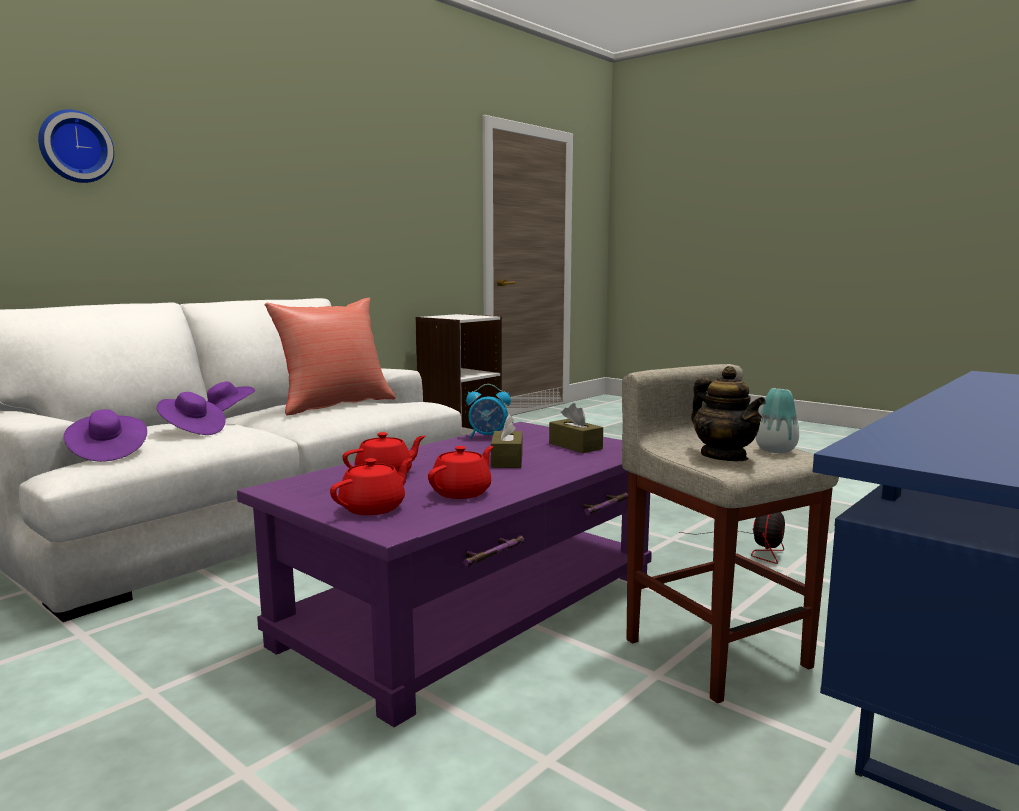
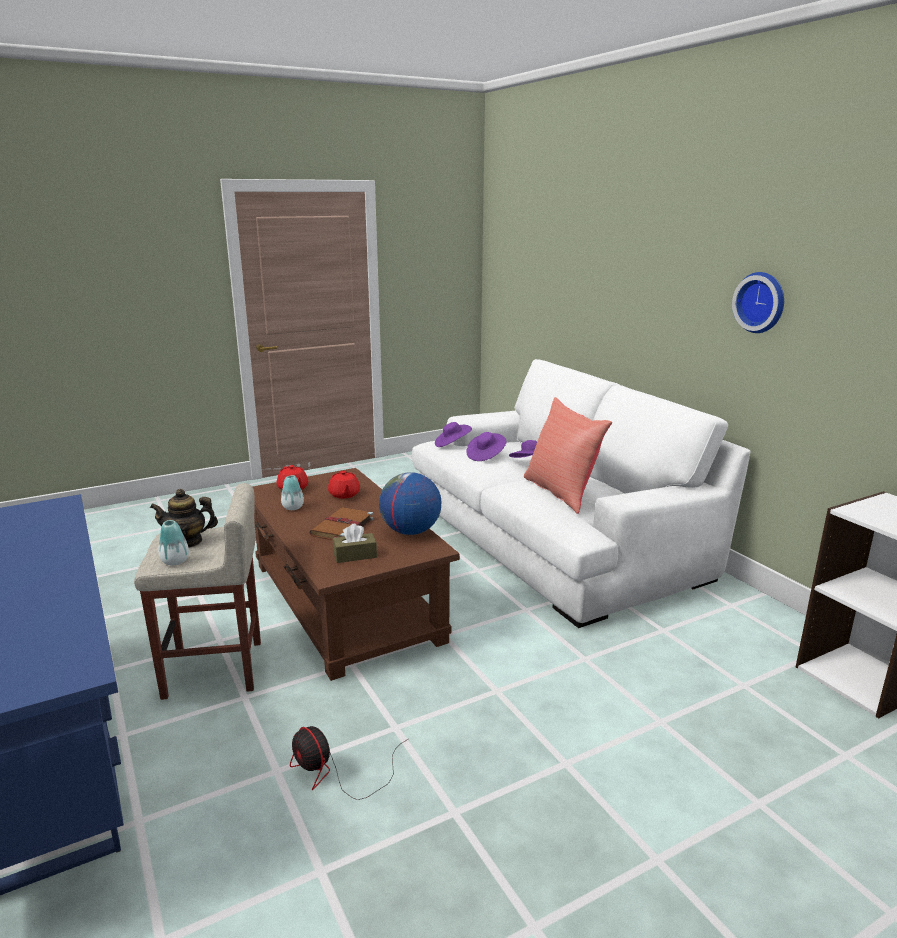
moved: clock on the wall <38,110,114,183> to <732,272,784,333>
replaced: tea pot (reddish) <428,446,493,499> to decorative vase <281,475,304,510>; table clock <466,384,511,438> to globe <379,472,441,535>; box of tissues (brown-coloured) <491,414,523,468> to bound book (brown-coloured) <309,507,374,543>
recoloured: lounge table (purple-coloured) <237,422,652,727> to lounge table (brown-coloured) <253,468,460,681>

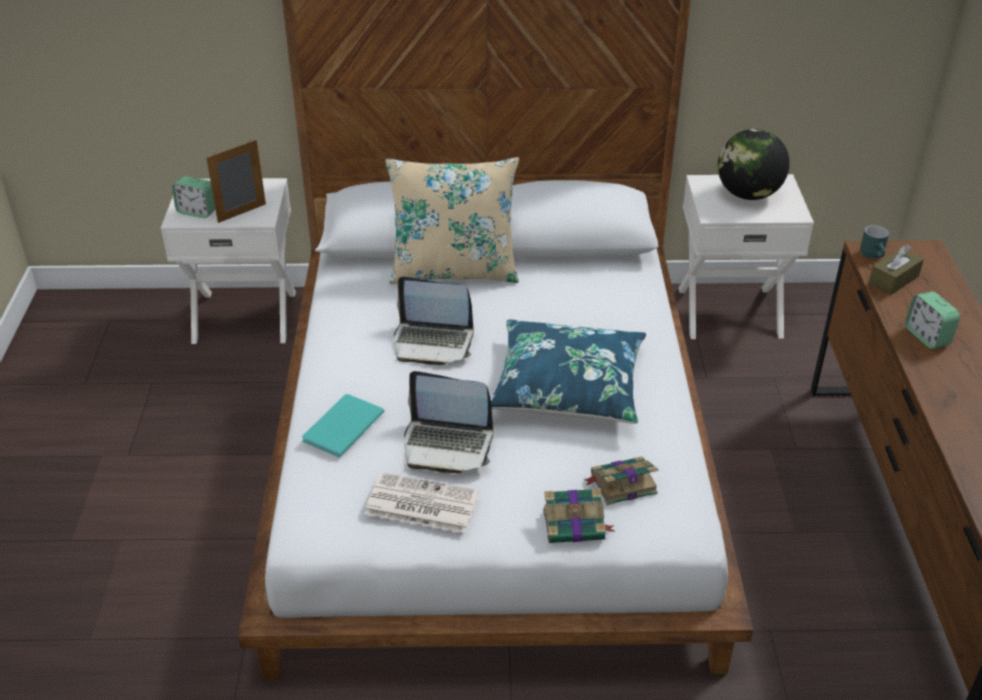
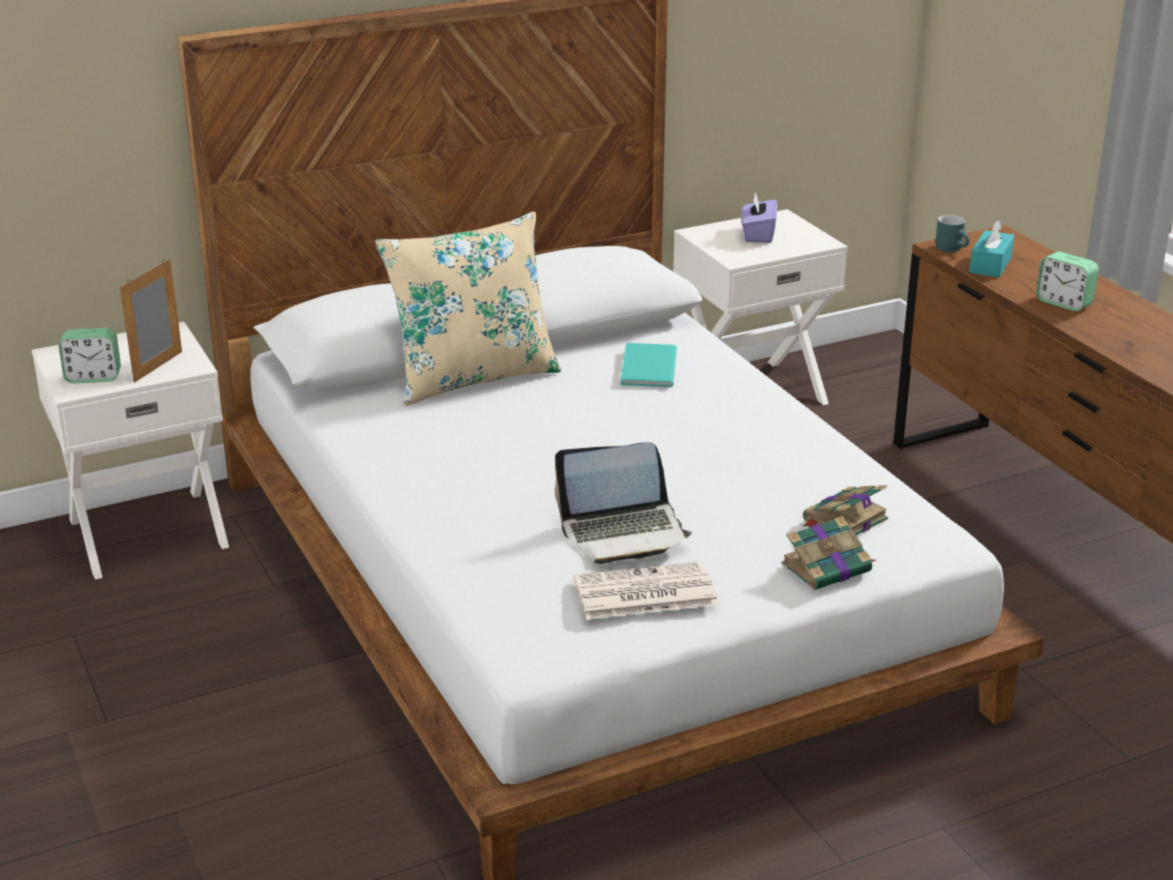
removed: notebook computer <394,277,474,365>; throw pillow (blue) <490,320,646,424>
moved: bound book (turquoise-coloured) <302,394,384,457> to <621,343,677,387>
replaced: globe <718,129,790,200> to box of tissues (purple-coloured) <741,191,777,243>
recoloured: box of tissues (brown-coloured) <869,245,924,295> to box of tissues (turquoise-coloured) <969,220,1014,278>

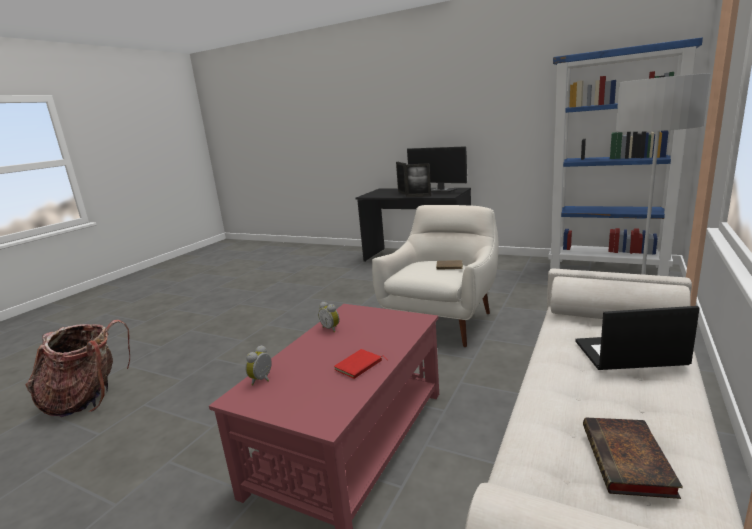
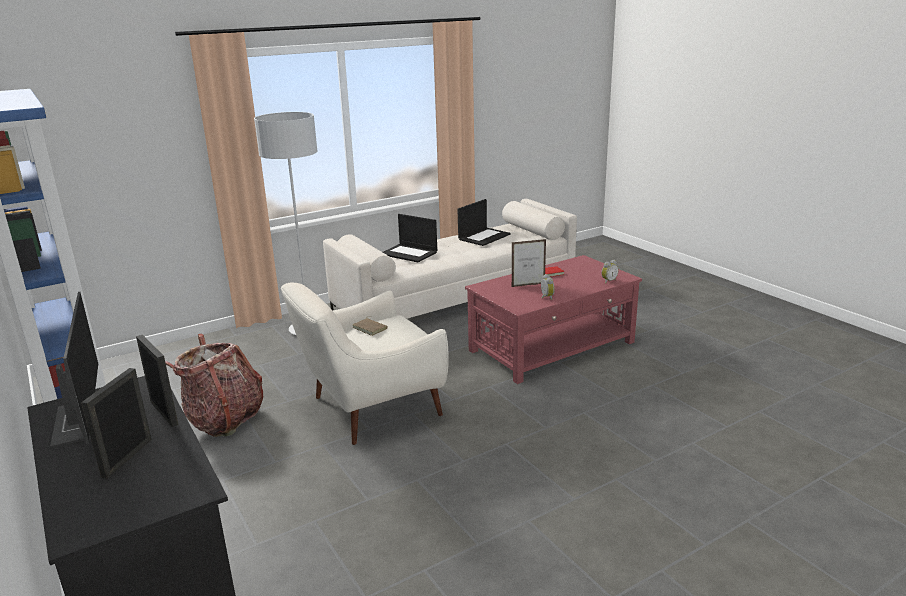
added: picture frame <512,239,546,287>
moved: knapsack <25,320,130,417> to <165,334,263,437>
replaced: bound book <583,417,683,499> to notebook computer <458,199,511,246>

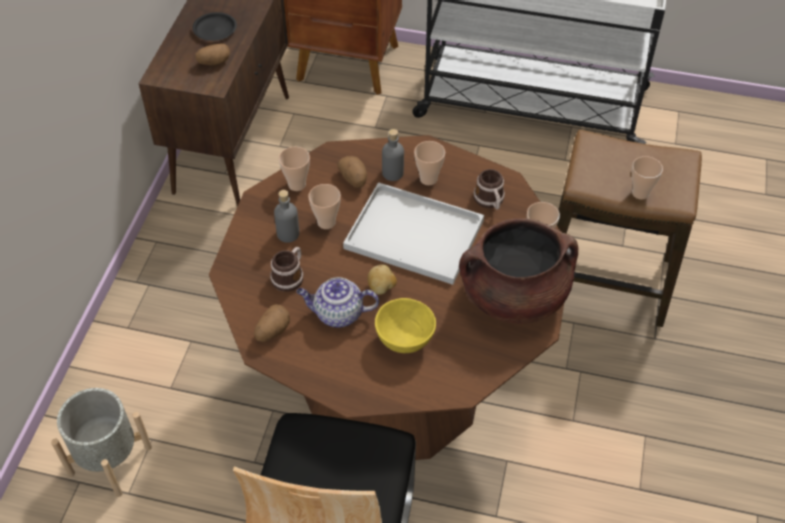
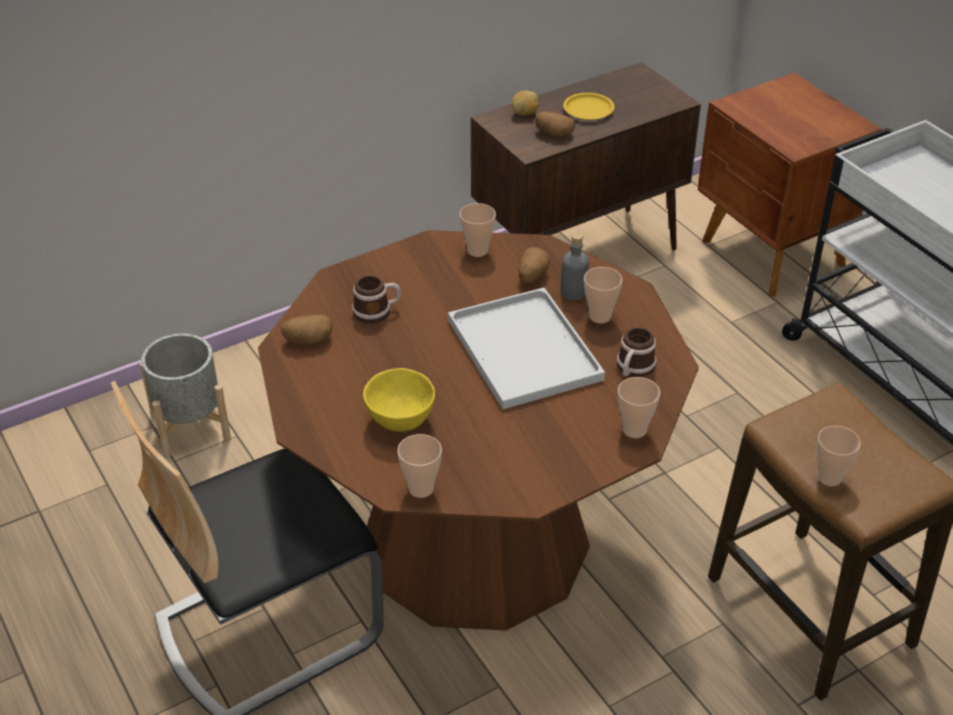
removed: beverage bottle (gray) <274,190,299,243>; tea pot <296,277,379,328>; stockpot (brown-coloured) <459,218,578,324>
moved: drinking cup <308,184,341,229> to <397,434,442,498>; whole potato <367,265,397,295> to <512,90,538,115>
recoloured: flat dish (black) <192,12,237,41> to flat dish (yellowish) <563,93,615,120>

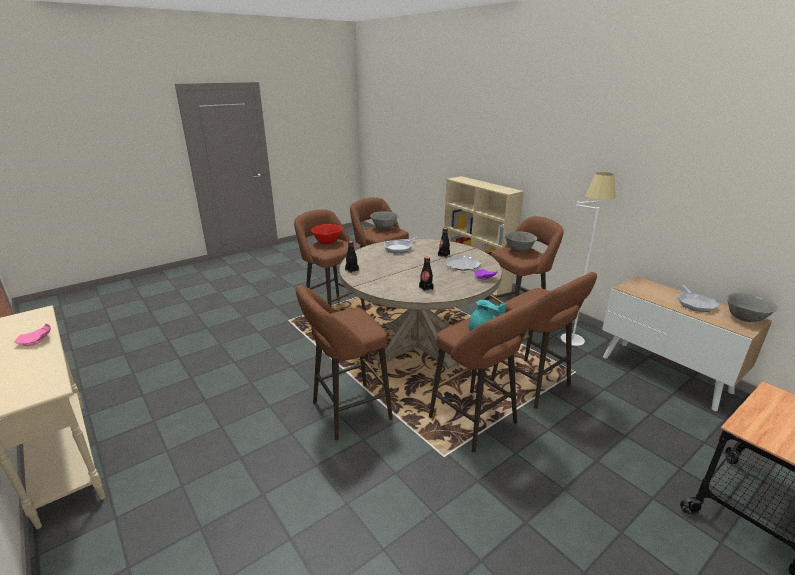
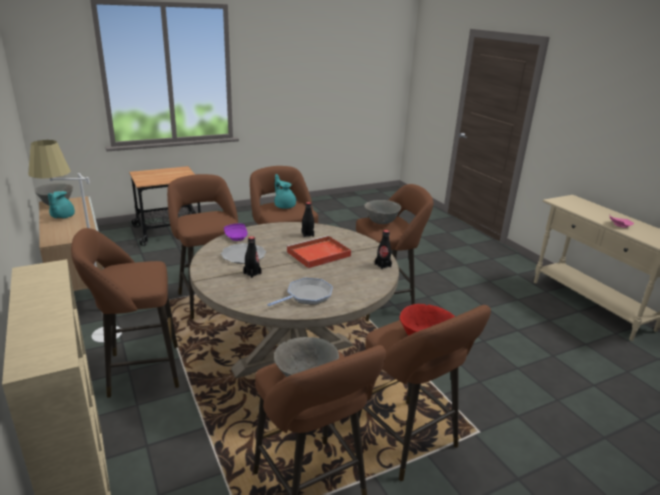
added: tray (reddish) <286,235,351,268>
moved: serving bowl (gray) <505,231,537,252> to <364,200,401,224>
replaced: pan <677,284,719,312> to tea pot (turquoise-coloured) <48,191,75,219>

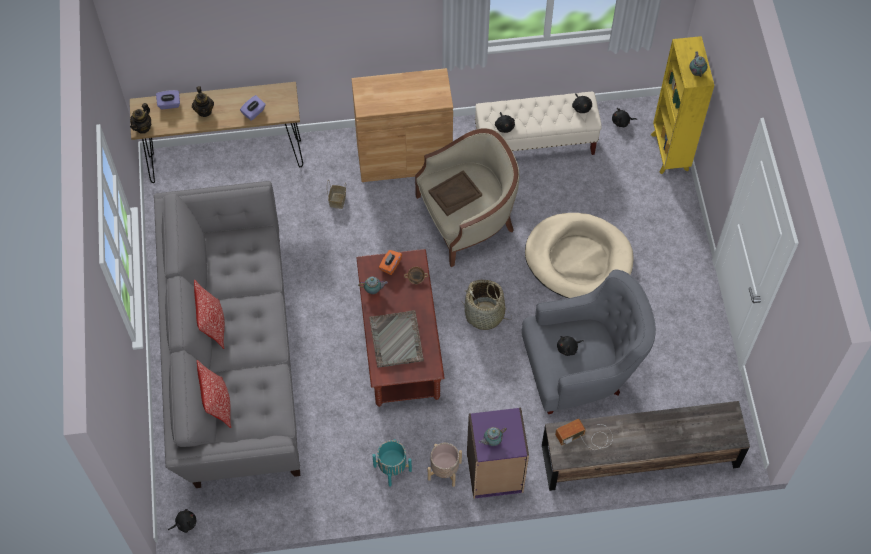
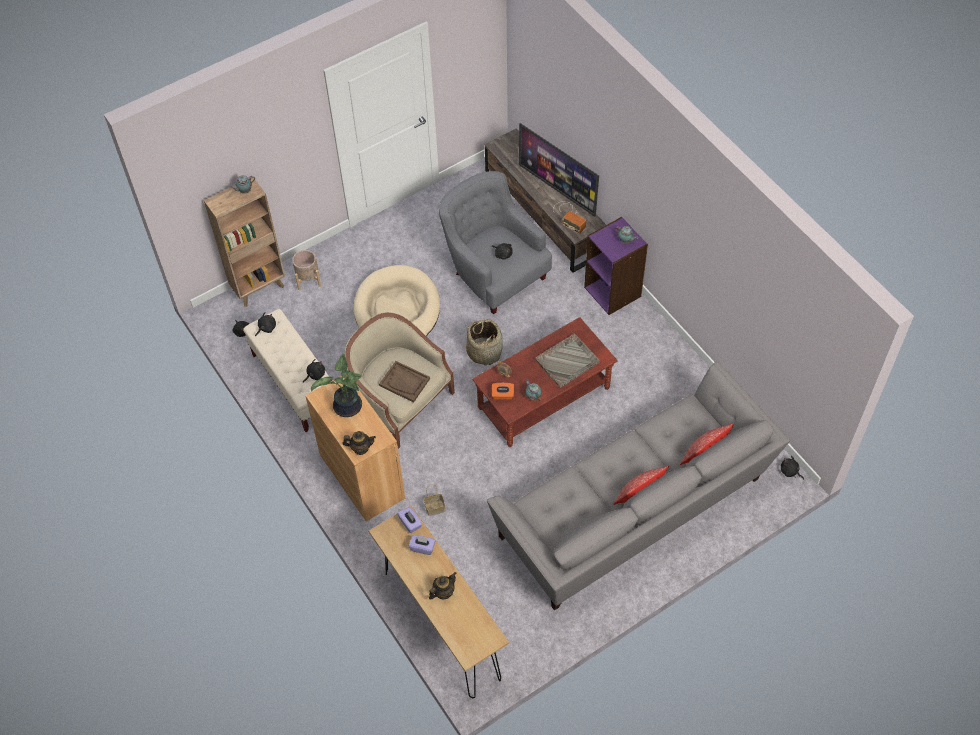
removed: flower pot (turquoise-coloured) <372,439,412,487>
added: houseplant <311,353,362,417>; television <519,123,599,217>
moved: tea pot <130,103,152,134> to <343,431,376,455>; box of tissues (purple-coloured) <156,90,180,109> to <397,507,422,533>; flower pot (sand-coloured) <428,443,462,487> to <292,250,321,290>
recoloured: shelving unit (yellowish) <651,36,714,174> to shelving unit (brown-coloured) <204,178,285,307>

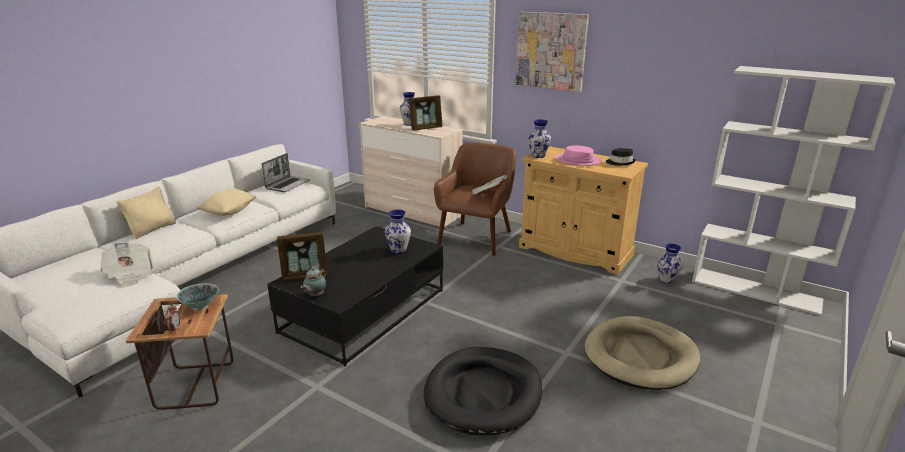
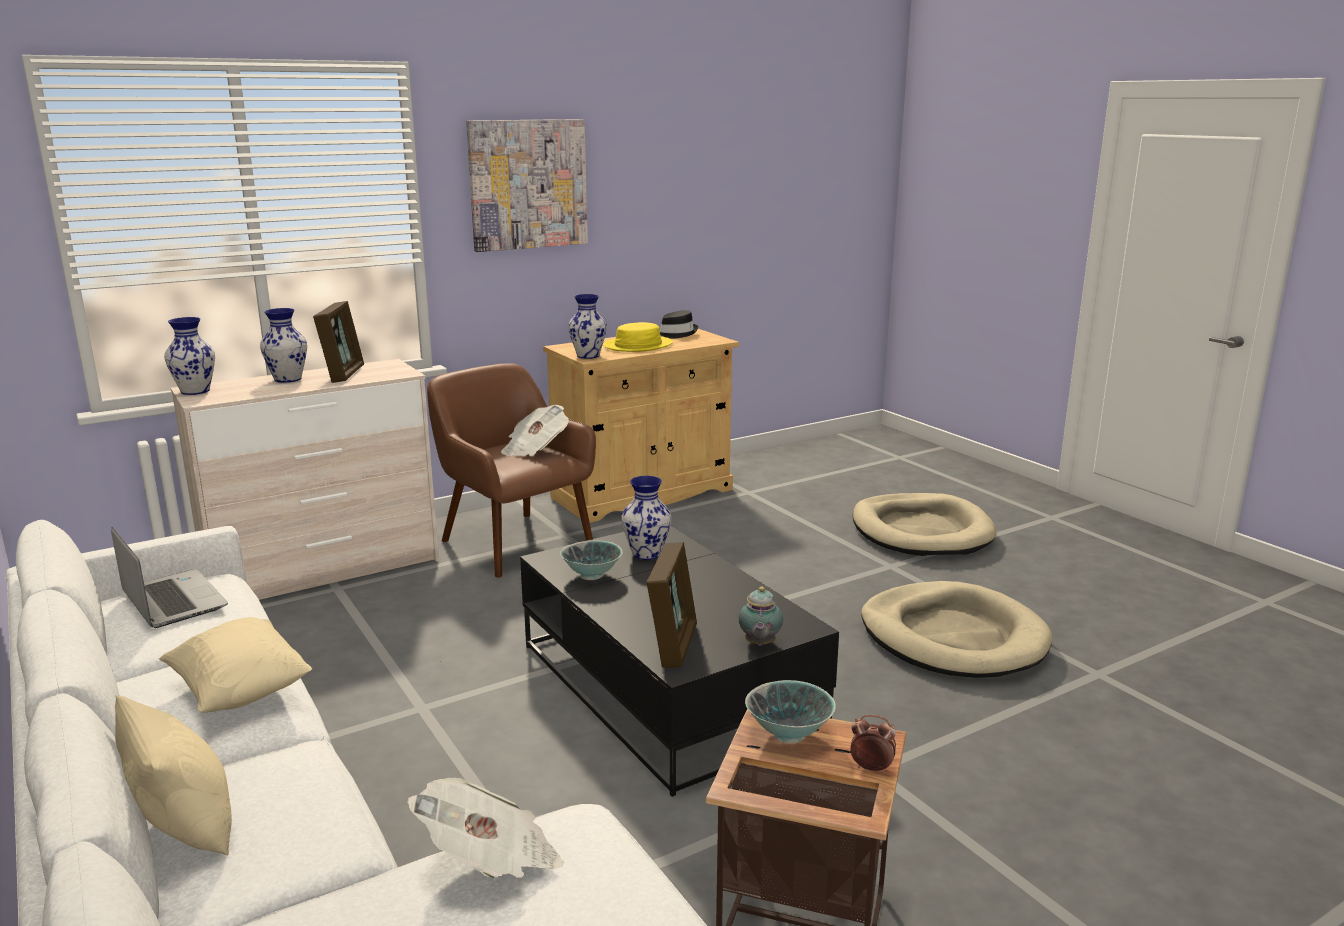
removed: shelving unit (white-coloured) <692,66,895,316>
added: serving bowl <560,540,622,580>
moved: decorative vase <657,243,683,284> to <164,317,215,395>
recoloured: dog bed (black) <424,347,542,435> to dog bed (sand-coloured) <861,581,1053,678>; wearable hat (pink-coloured) <555,145,602,166> to wearable hat (yellowish) <603,322,673,352>
turned: tea pot <301,267,326,297> = <739,587,783,646> 45 degrees clockwise

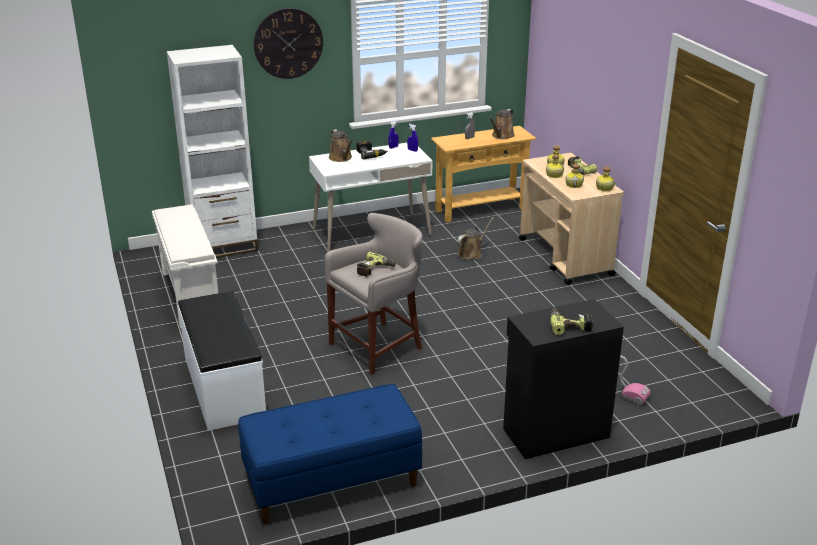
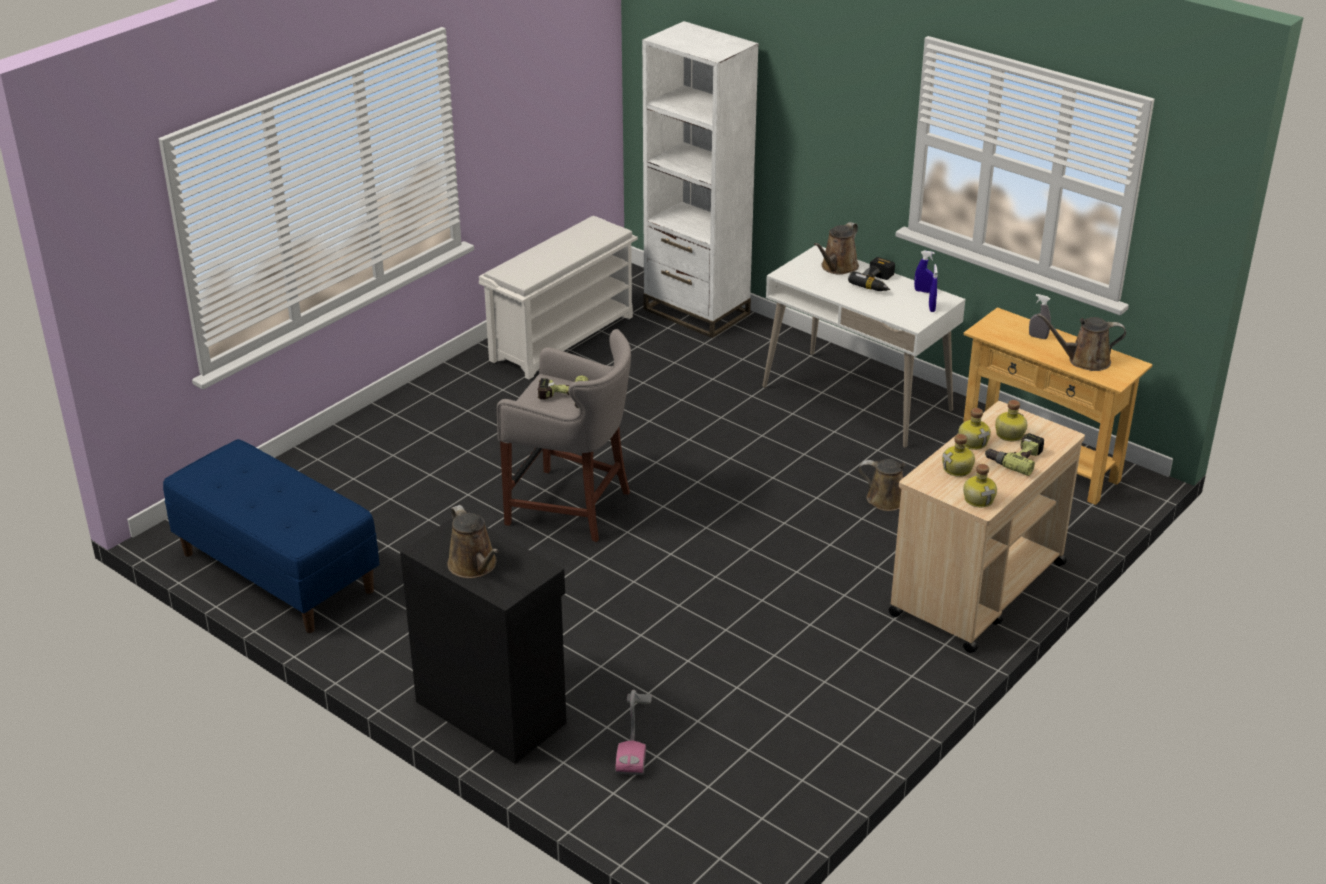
removed: bench (white-coloured) <178,291,266,431>; clock on the wall <254,8,323,79>
replaced: electric drill <551,308,594,335> to watering pot (brown-coloured) <447,505,499,578>

